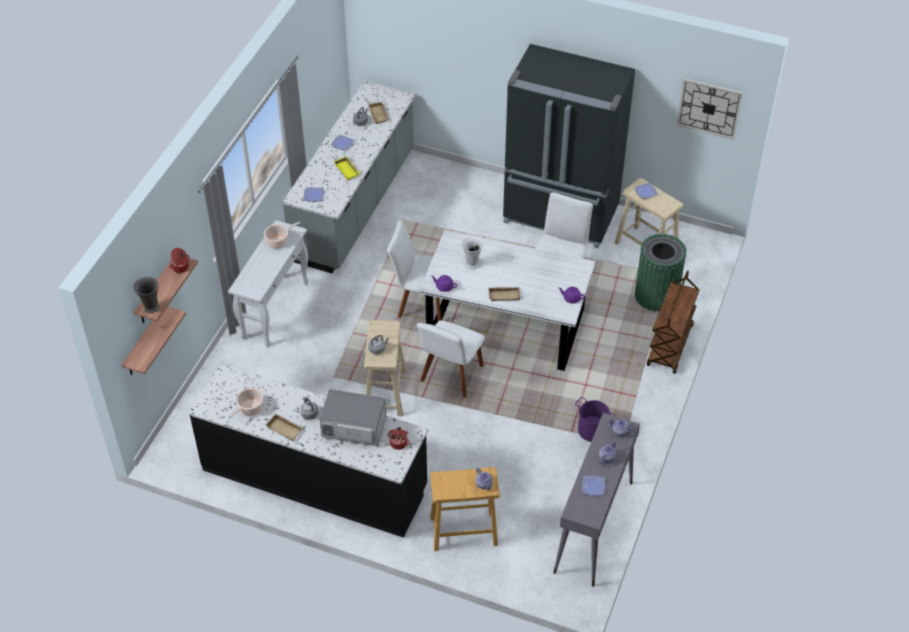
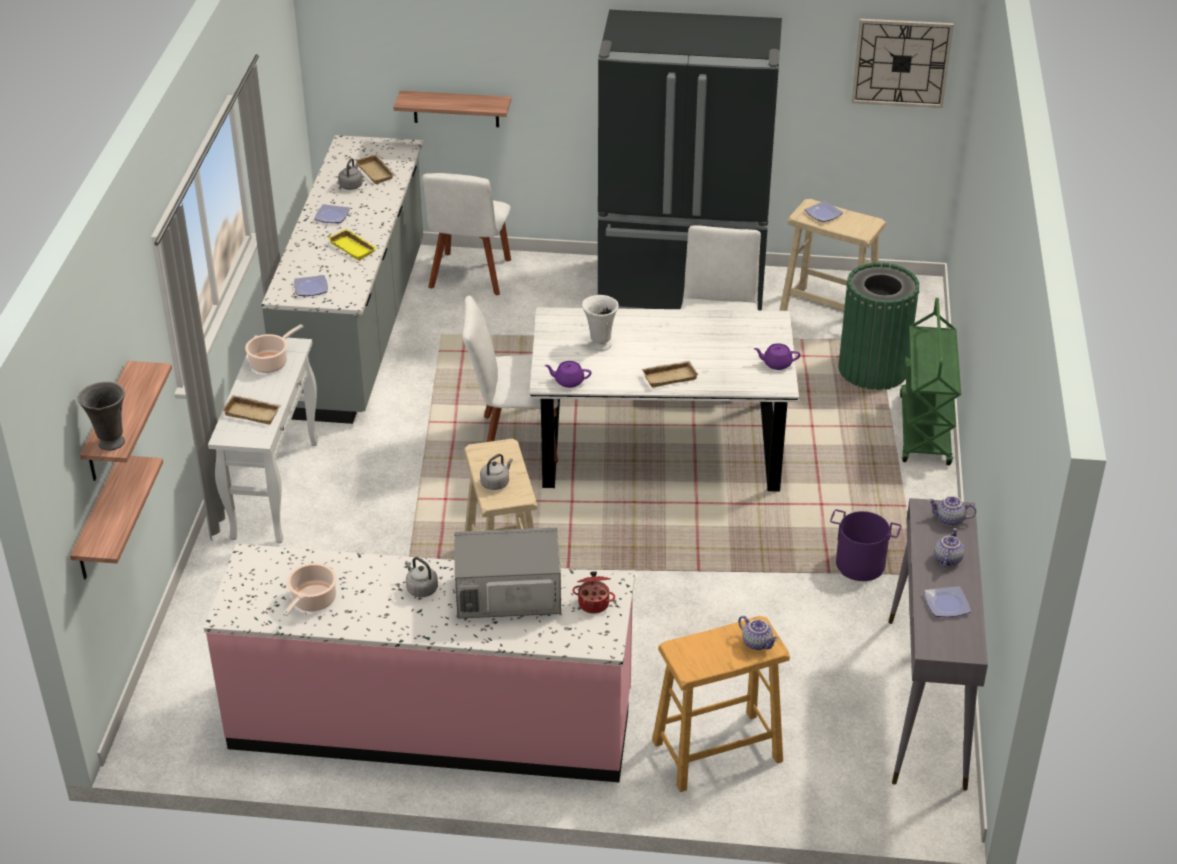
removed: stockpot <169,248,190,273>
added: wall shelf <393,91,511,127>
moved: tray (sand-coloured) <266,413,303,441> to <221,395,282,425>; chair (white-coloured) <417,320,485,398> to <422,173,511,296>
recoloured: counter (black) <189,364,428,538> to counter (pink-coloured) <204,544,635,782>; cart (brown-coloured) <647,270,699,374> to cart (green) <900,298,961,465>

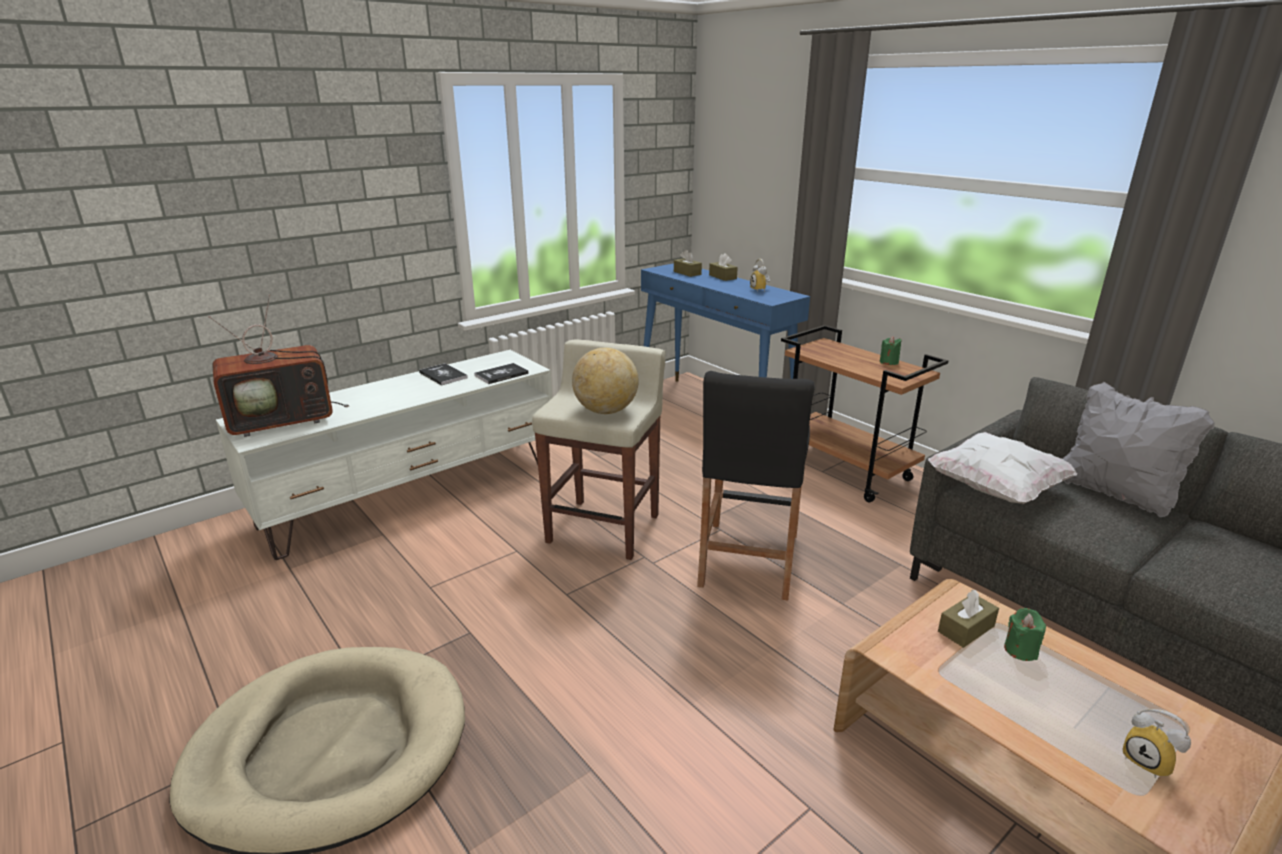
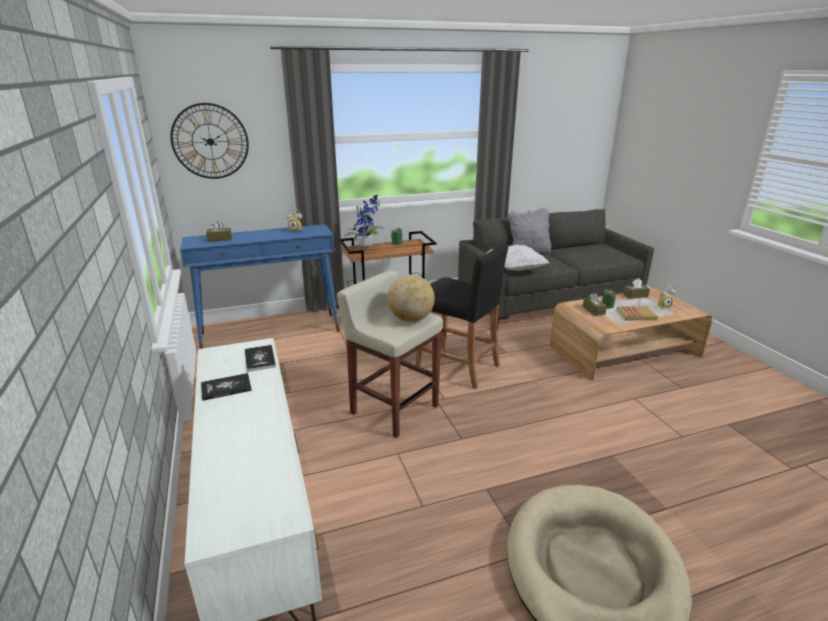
removed: television <208,294,350,437>
added: clock on the wall <171,103,249,179>; houseplant <344,194,382,249>; bound book <616,306,658,320>
moved: box of tissues (brown-coloured) <709,253,738,281> to <623,279,650,299>

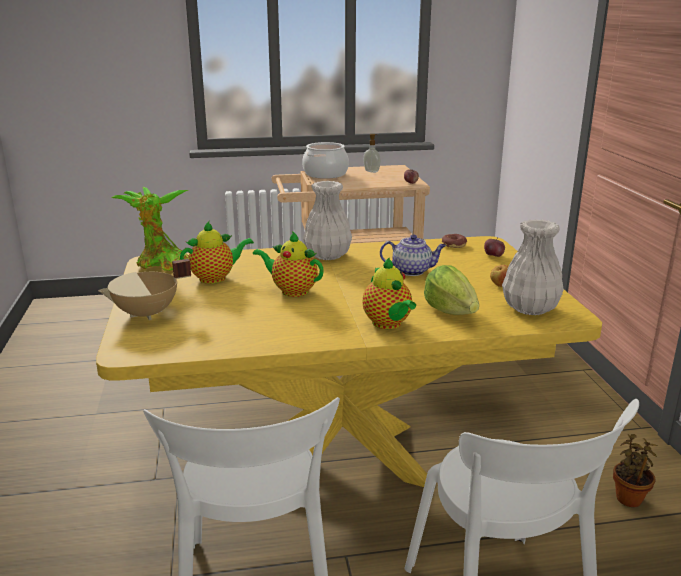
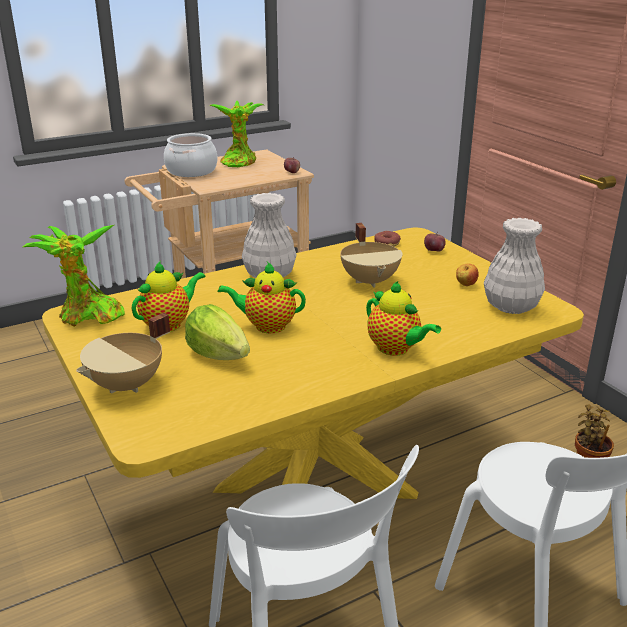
moved: lettuce head <424,265,479,315> to <185,304,250,360>
replaced: soap dispenser <363,134,381,173> to houseplant <209,101,264,167>; tea pot <380,234,446,276> to stockpot (sand-coloured) <340,223,402,288>

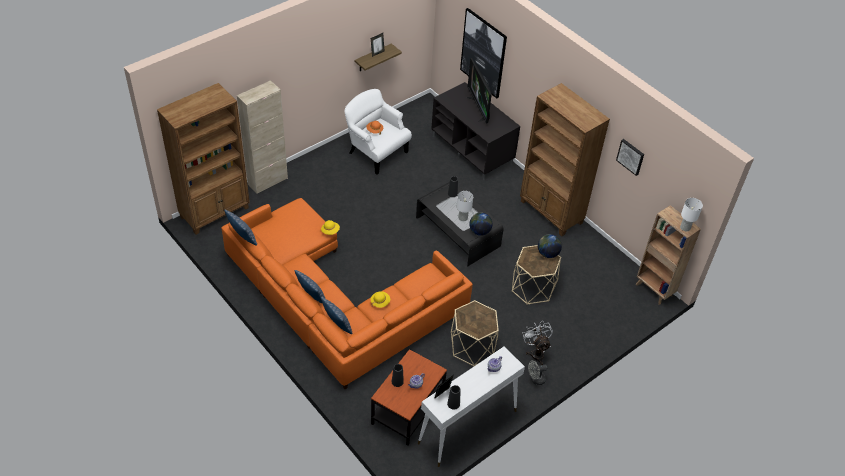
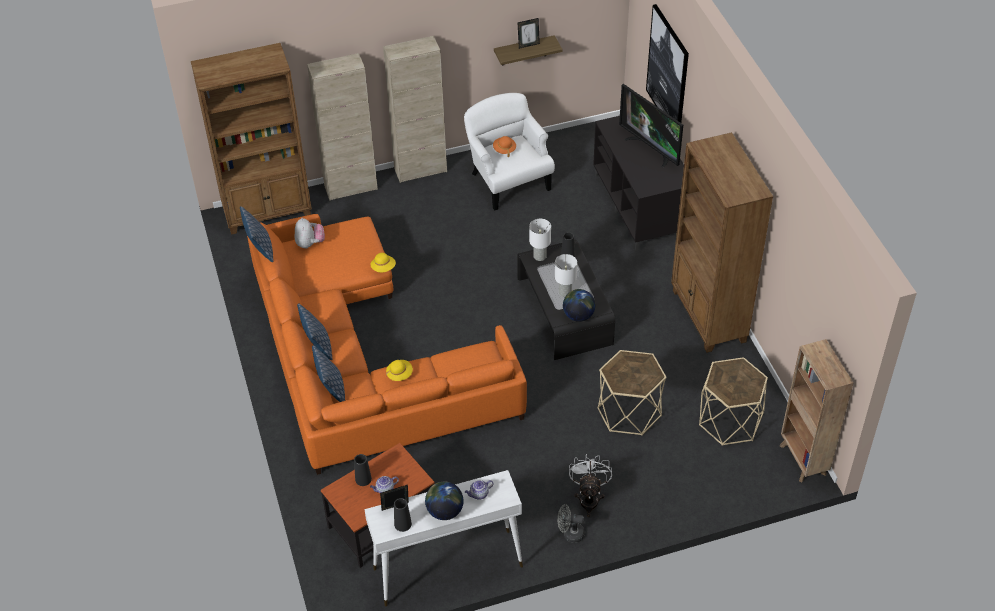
removed: wall art <616,139,644,176>
added: cuddly toy <295,218,325,249>; cabinet (sand-coloured) <383,36,447,183>
moved: end table (sand-coloured) <451,300,499,366> to <699,357,768,446>; globe <538,234,562,258> to <425,482,464,520>; tabletop lamp (white-coloured) <680,198,703,231> to <529,219,551,261>
turned: television <466,58,492,123> = <619,84,683,168> 45 degrees counterclockwise

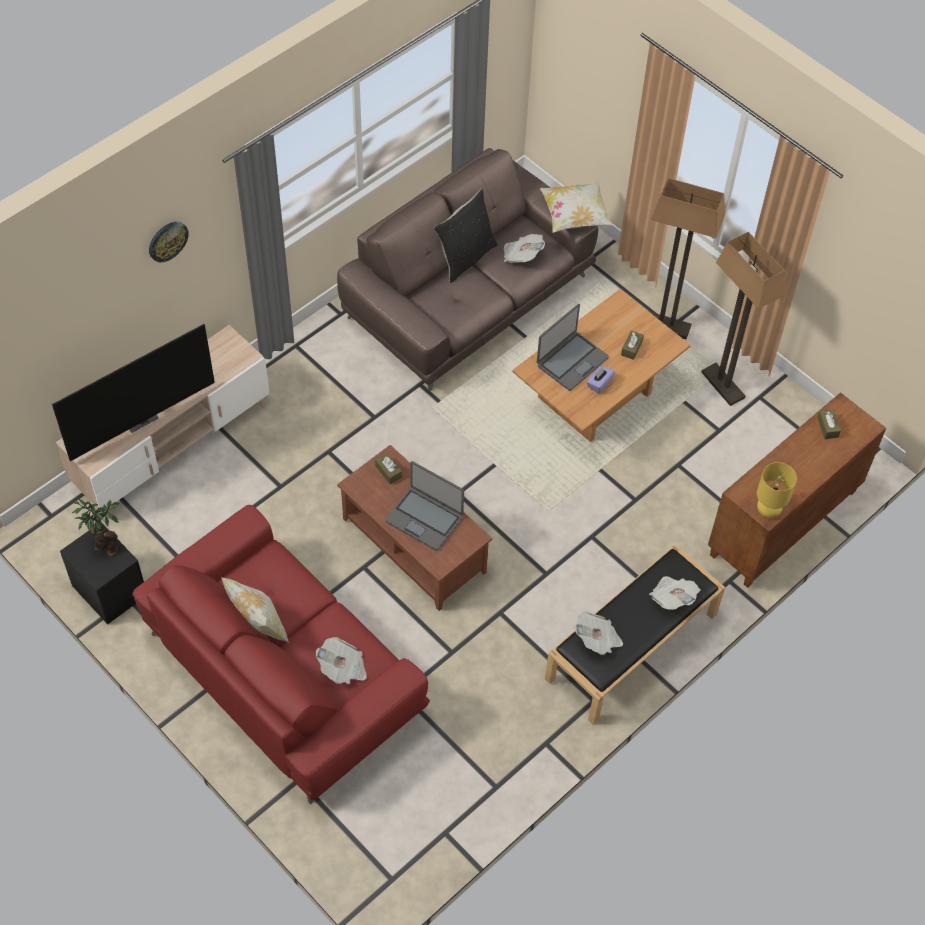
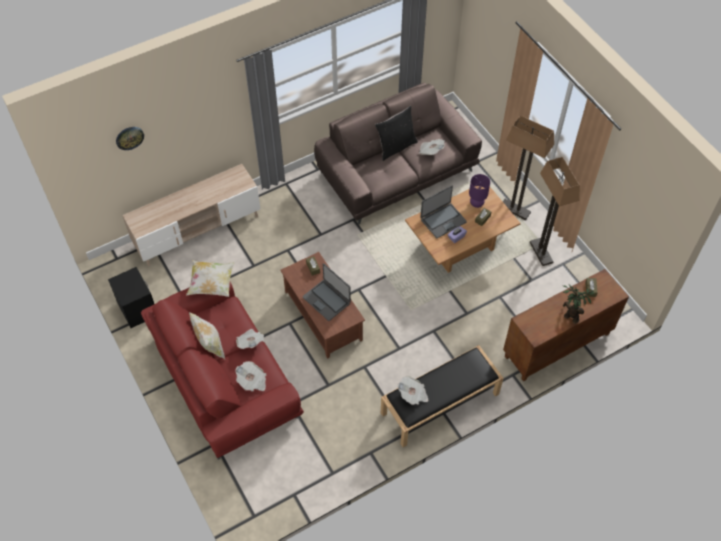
removed: television <52,324,215,461>; tabletop lamp (yellowish) <757,462,797,518>
added: tabletop lamp (purple-coloured) <469,174,490,208>
moved: houseplant <72,499,119,556> to <563,285,595,324>; clock on the wall <149,222,189,262> to <116,127,144,150>; throw pillow <540,181,613,233> to <186,260,235,297>; printed paper <649,576,700,610> to <236,329,264,349>

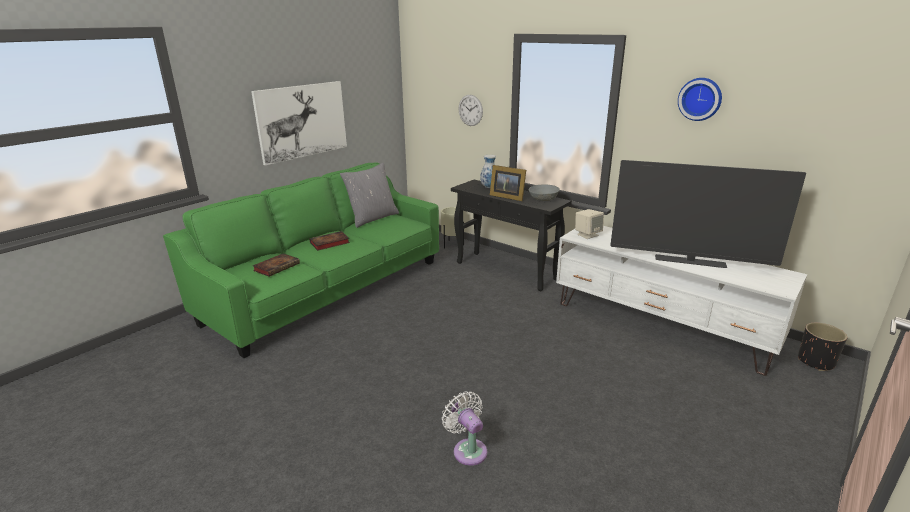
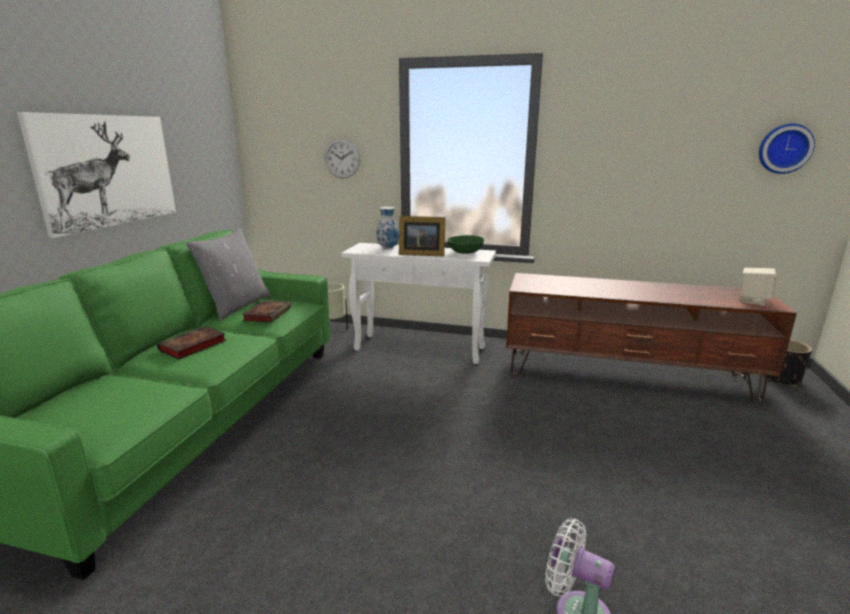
removed: television <610,160,806,268>
moved: bound book <253,253,300,277> to <242,301,291,322>; audio speaker (sand-coloured) <575,209,604,239> to <740,268,776,306>; clock on the wall <678,78,722,121> to <759,124,815,174>
recoloured: hall table (black) <451,180,572,291> to hall table (white-coloured) <341,243,496,364>; serving bowl (gray) <529,185,560,201> to serving bowl (green) <447,235,484,254>; tv unit (white-coloured) <556,226,807,376> to tv unit (brown-coloured) <506,273,797,403>

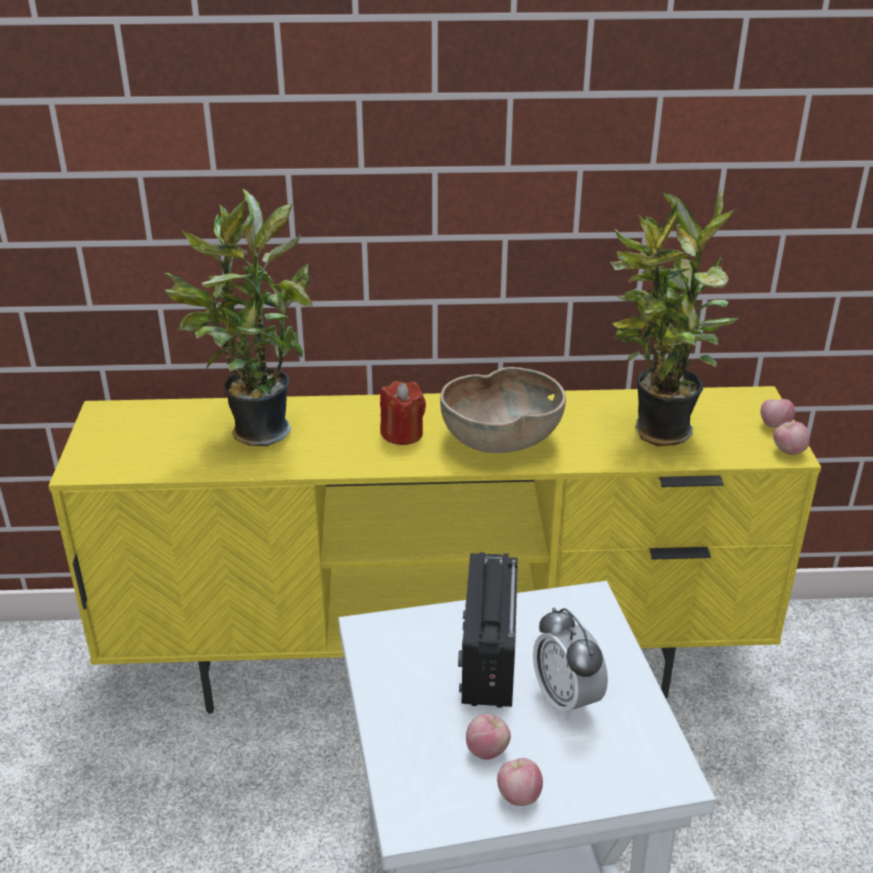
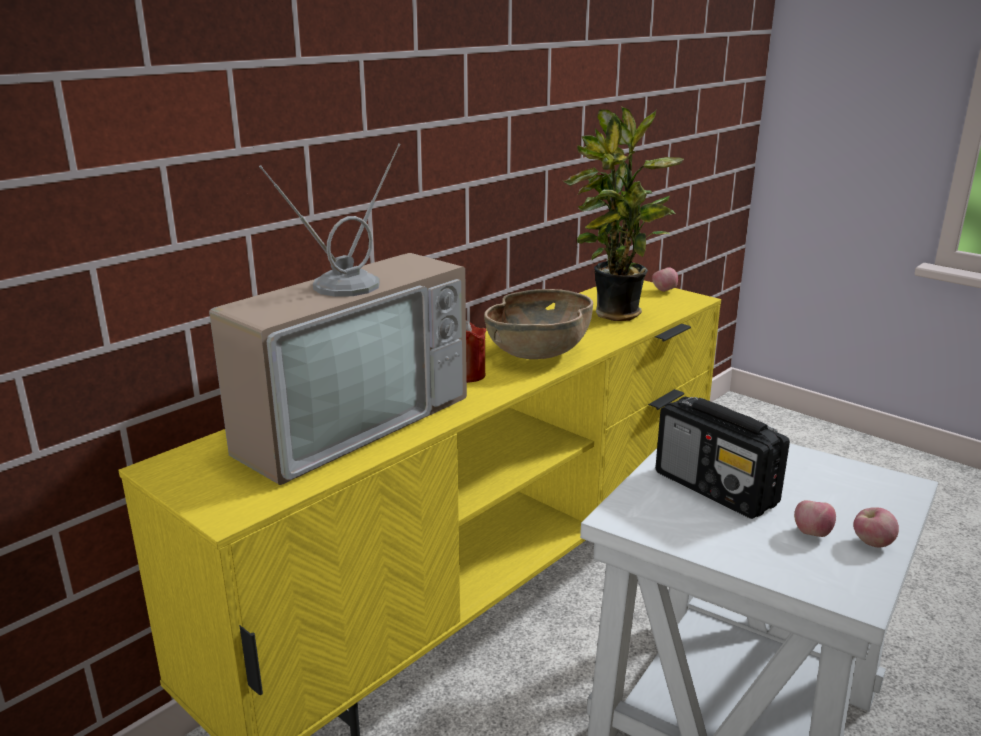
removed: table clock <533,607,608,720>; apple <773,421,810,455>
replaced: houseplant <165,188,313,446> to television <209,143,467,485>

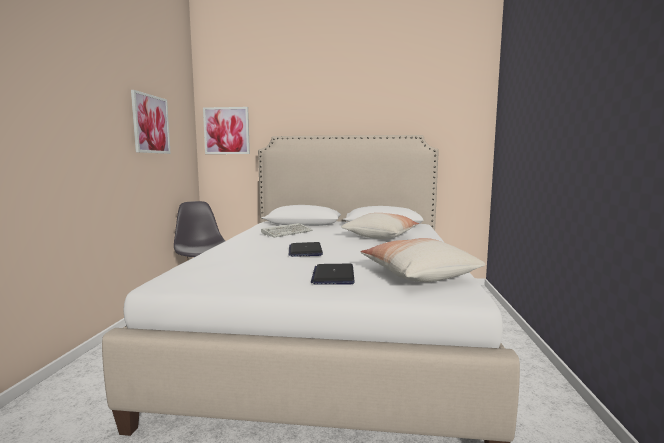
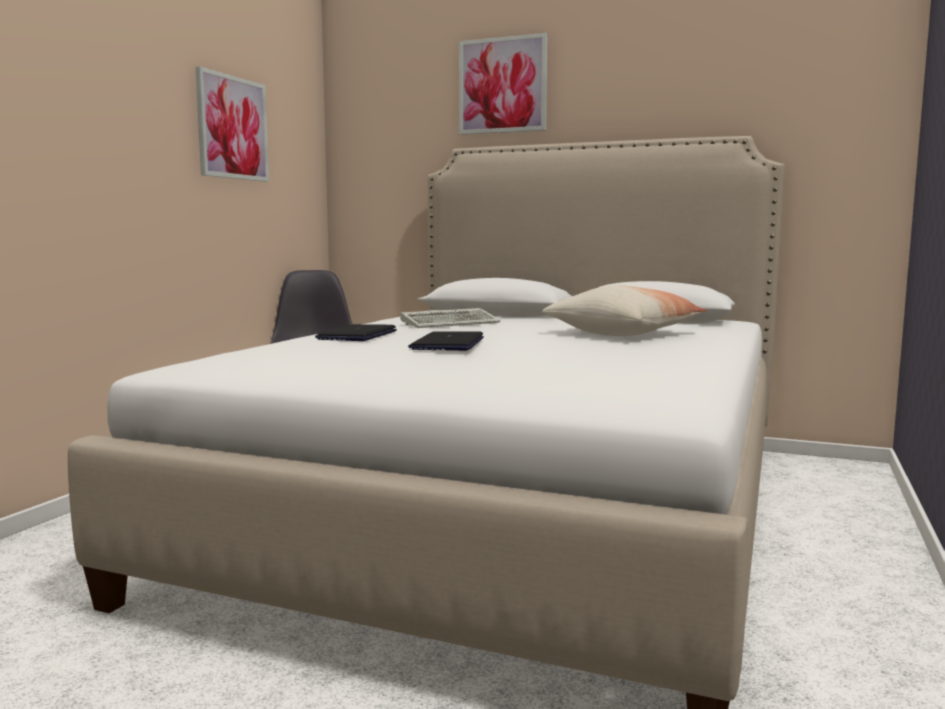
removed: throw pillow <360,238,485,282>
moved: wall art <203,107,250,154> to <459,33,548,135>; notebook computer <311,264,355,285> to <315,324,397,341>

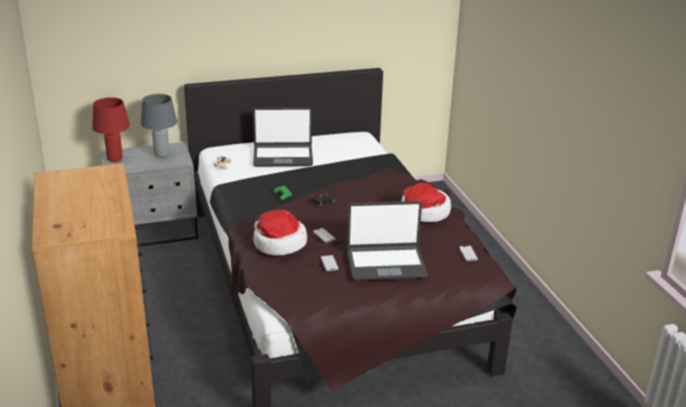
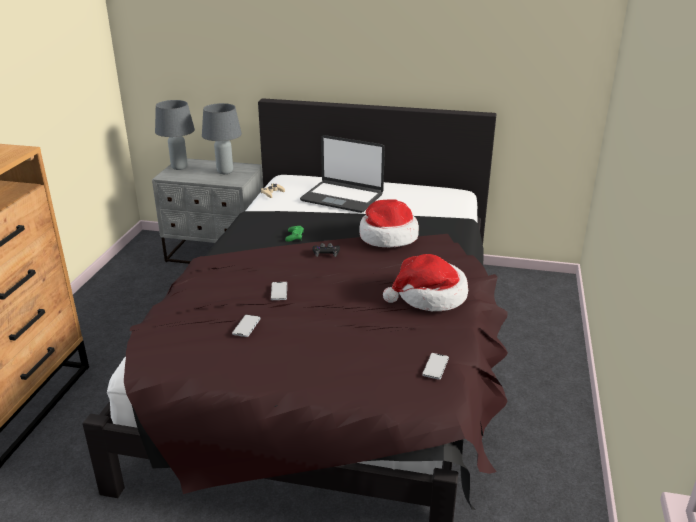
removed: notebook computer <347,201,428,281>
moved: wearable hat <253,209,307,256> to <359,199,419,247>
recoloured: tabletop lamp (reddish) <92,97,130,162> to tabletop lamp (gray) <155,100,195,170>

